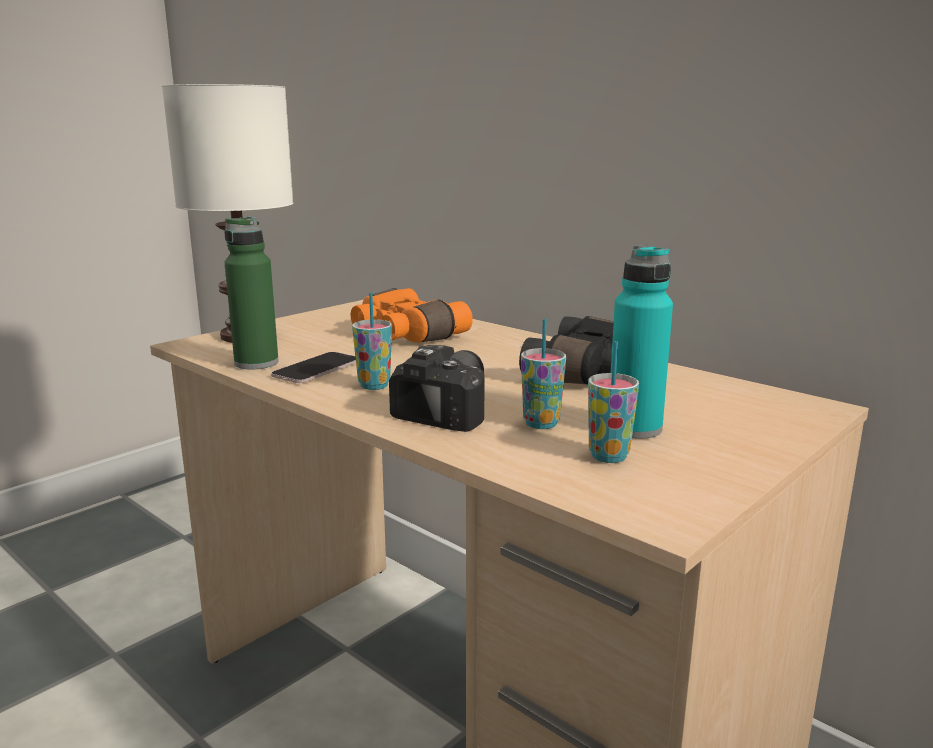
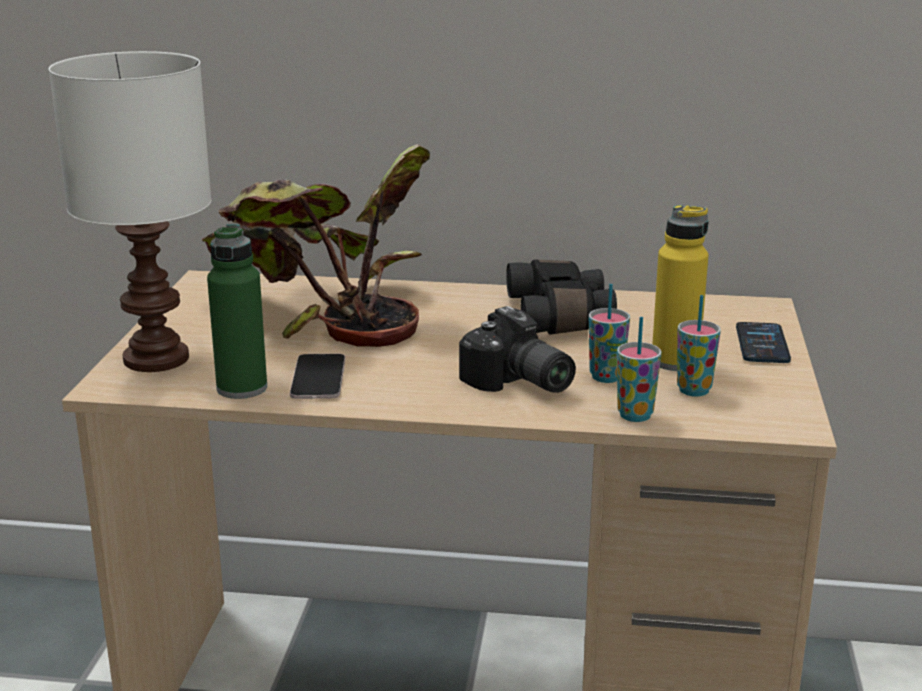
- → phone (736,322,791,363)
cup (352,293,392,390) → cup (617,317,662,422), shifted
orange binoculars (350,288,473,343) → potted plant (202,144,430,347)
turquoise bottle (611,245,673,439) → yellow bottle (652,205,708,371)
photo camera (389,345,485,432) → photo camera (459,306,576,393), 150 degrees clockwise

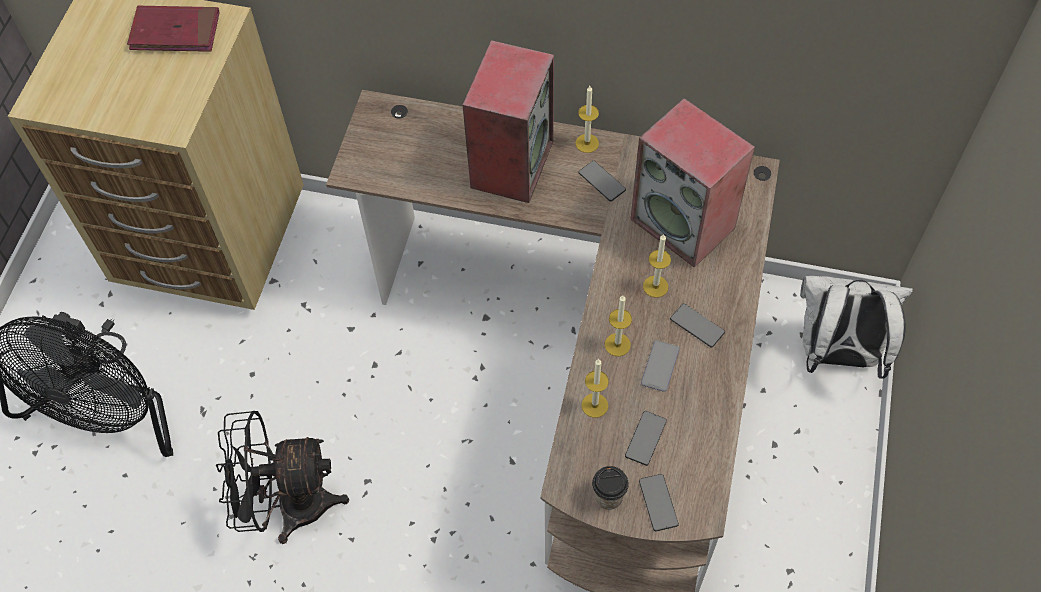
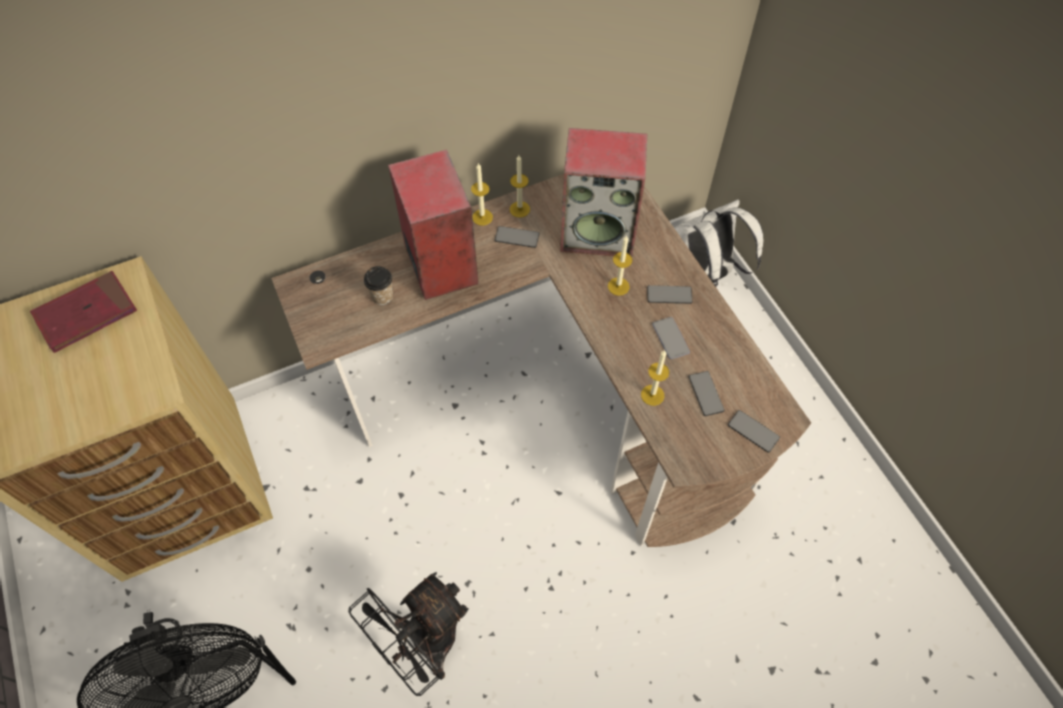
cup (592,466,629,510) → cup (364,266,393,305), shifted
candle (605,296,632,356) → candle (510,155,530,218), shifted

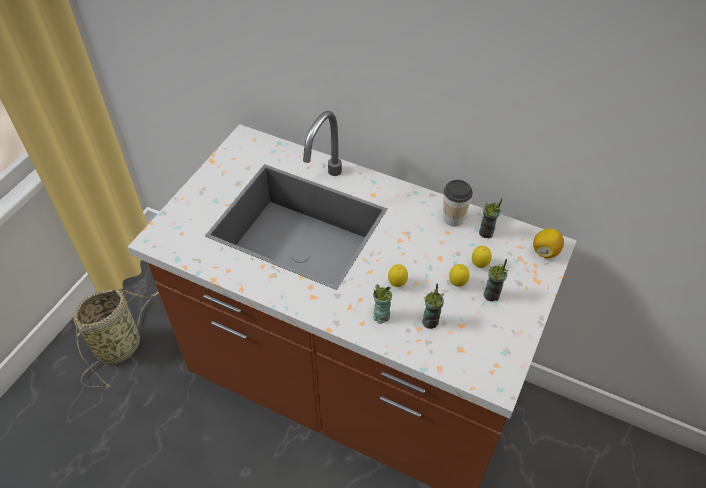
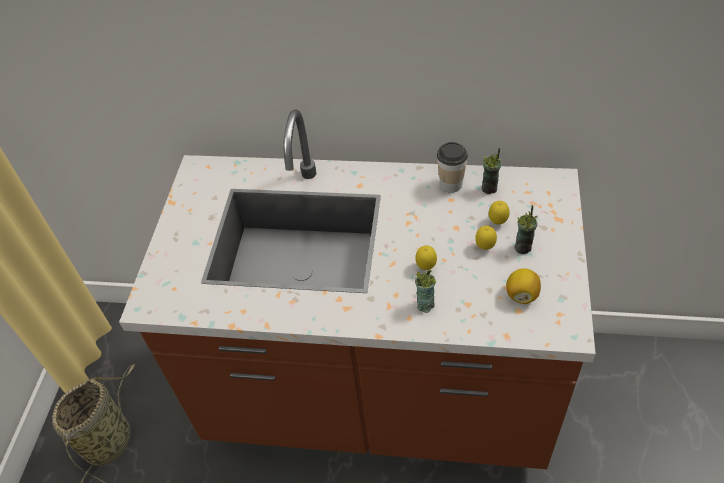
cup (422,284,444,329) → -
lemon (533,229,564,258) → lemon (506,268,541,304), shifted

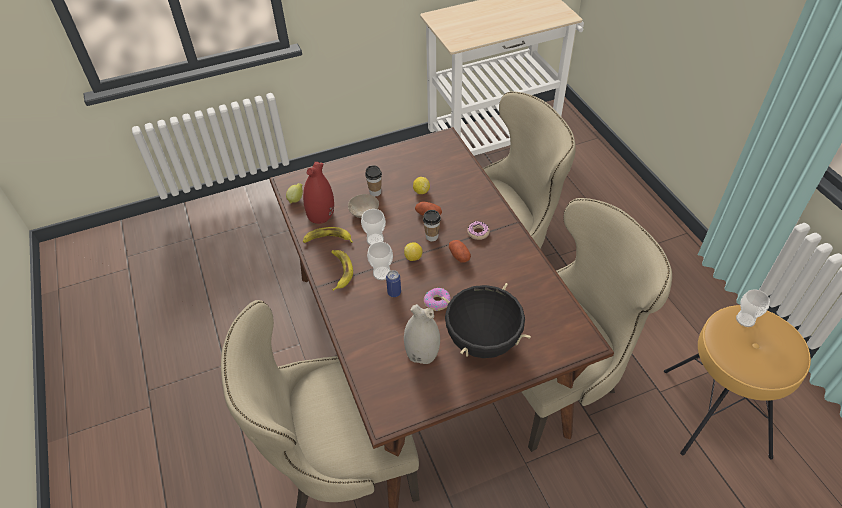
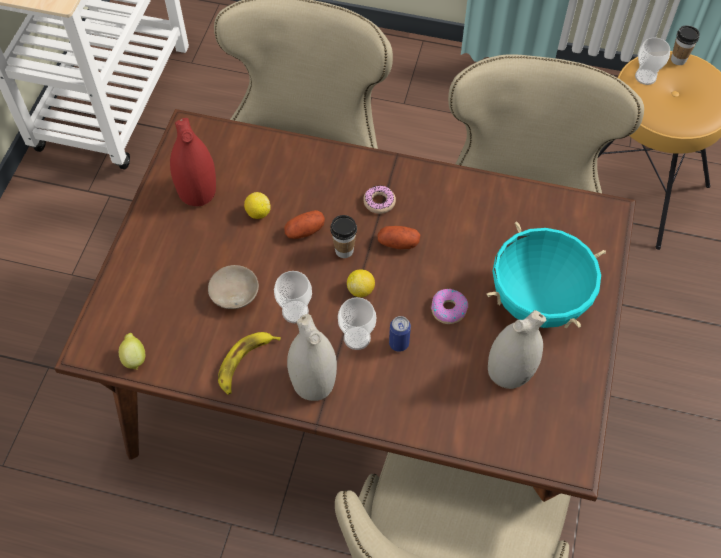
red vase (303,162,334,224) → red vase (170,118,216,206), shifted
cup (365,165,382,196) → cup (671,25,700,65), shifted
banana (332,250,353,291) → white vase (287,314,337,401)
black cooking pot (441,283,531,358) → turquoise cooking pot (487,221,606,328)

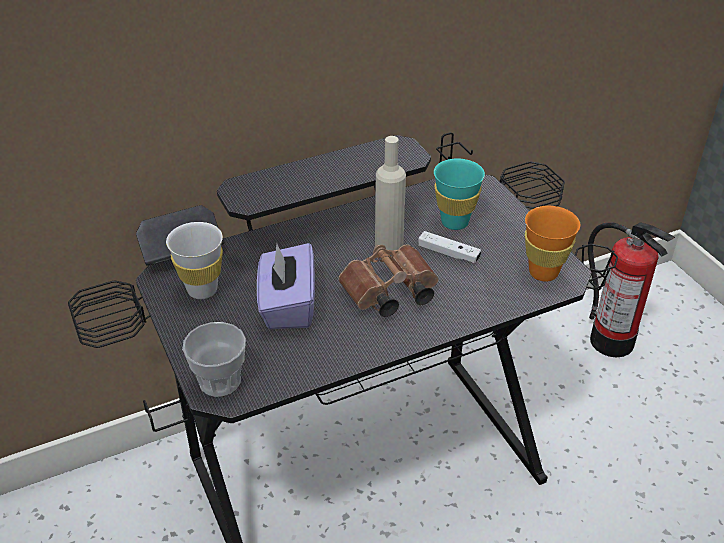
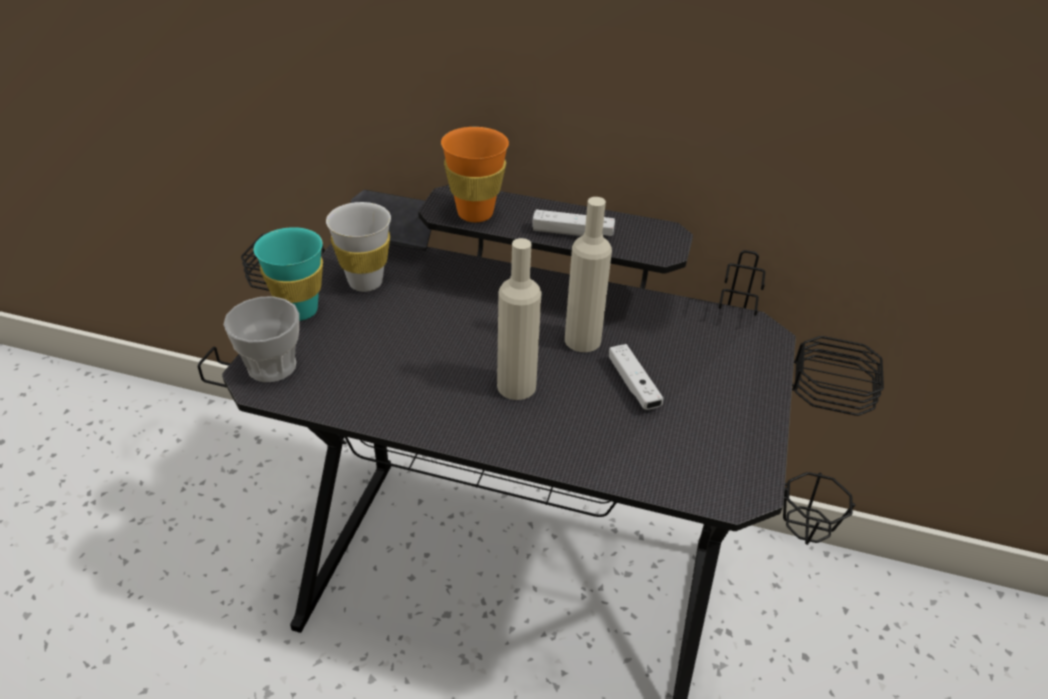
purple tissue box (257,243,315,329) → -
fire extinguisher (588,222,675,357) → -
- → white game controller (533,210,615,236)
turquoise cup (434,159,485,230) → turquoise cup (254,227,323,321), shifted
orange cup (525,206,580,282) → orange cup (441,127,509,222), shifted
brown binoculars (338,244,438,317) → beige bottle (497,238,542,400)

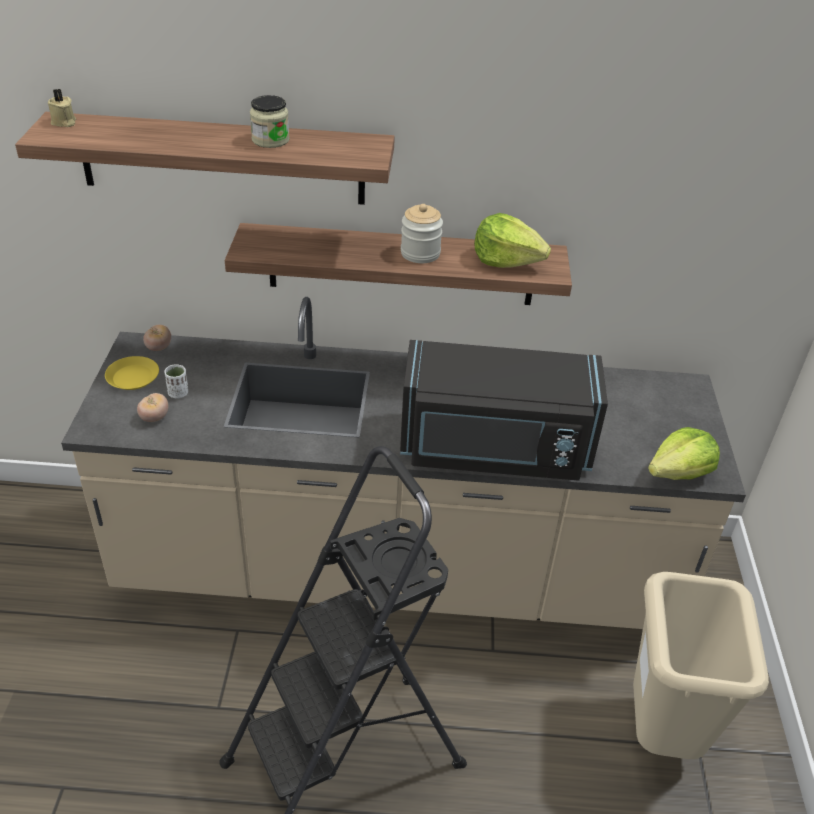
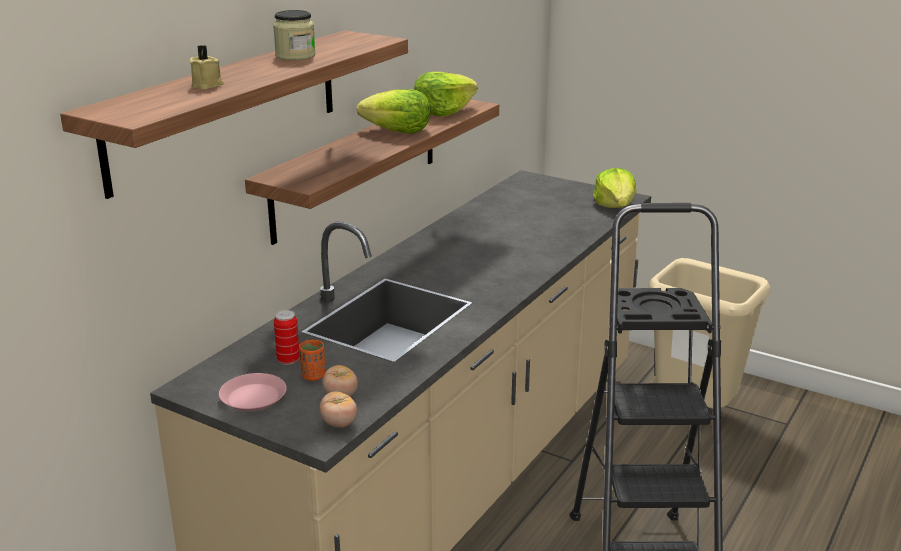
black microwave (400,340,608,481) → -
- → can (274,310,300,365)
beige candle (48,89,76,127) → beige candle (190,45,224,89), shifted
tomato (143,325,171,351) → tomato (320,391,357,428), shifted
jar (401,204,443,263) → lettuce (357,89,430,134)
yellow plate (105,356,159,390) → pink plate (219,373,287,411)
white cup (164,364,188,399) → orange cup (299,340,326,381)

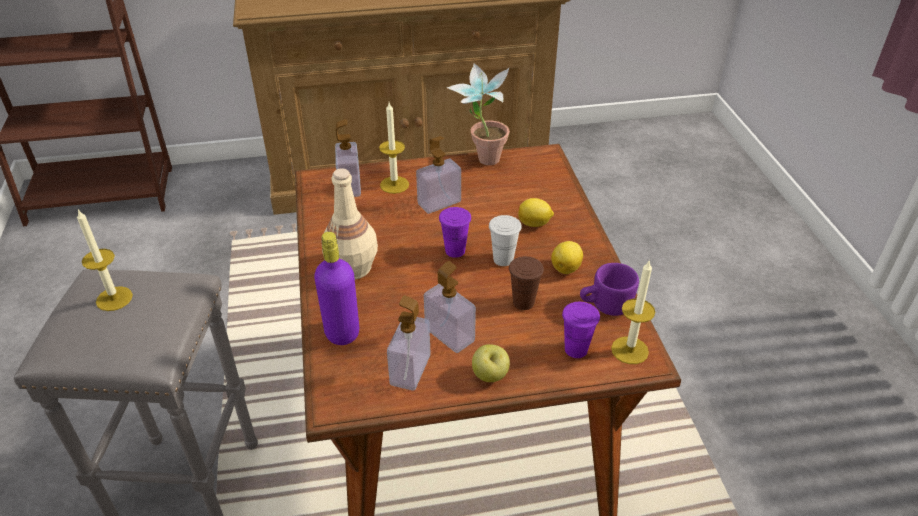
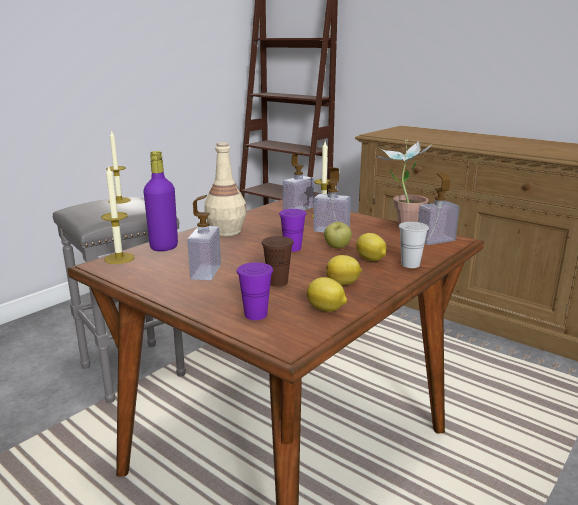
soap dispenser (387,295,430,391) → soap dispenser (418,173,460,245), shifted
apple (472,344,510,382) → apple (324,222,352,249), shifted
white cup (489,215,522,266) → white cup (399,222,429,268), shifted
candle (611,261,655,364) → candle (101,165,134,264), shifted
purple mug (580,263,639,316) → lemon (307,277,347,312)

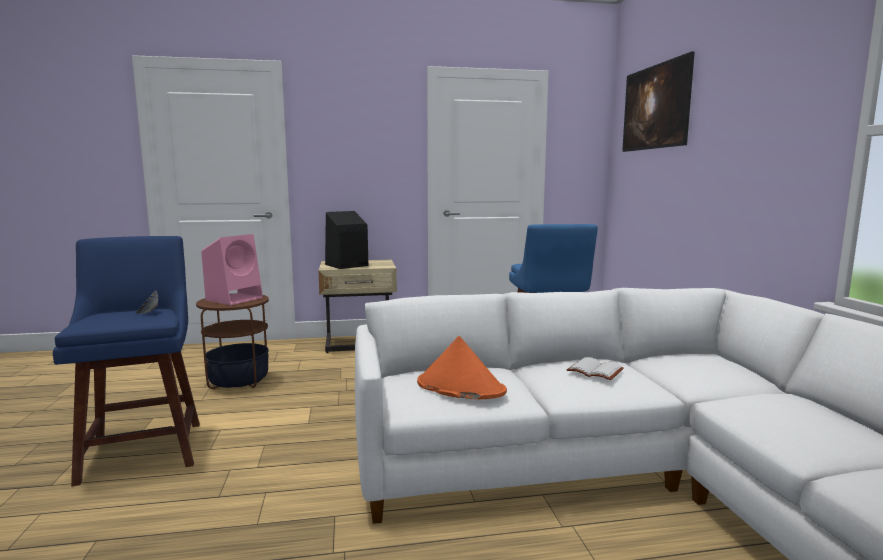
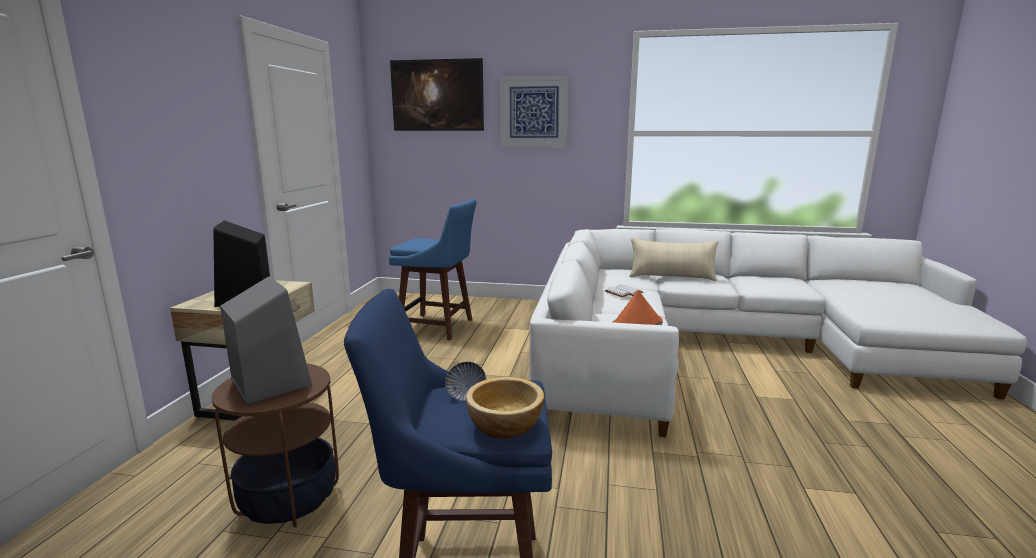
- → bowl (466,377,544,439)
- → picture (500,75,569,147)
- → beige pillow (630,238,719,281)
pink speaker (201,234,263,305) → grey speaker (220,276,312,404)

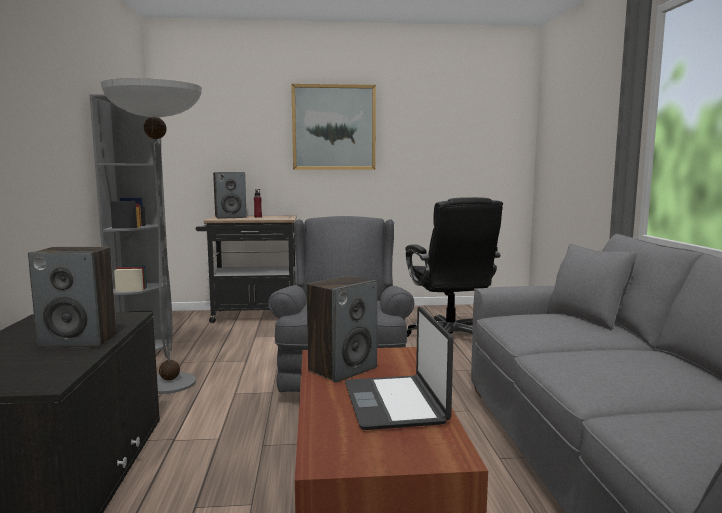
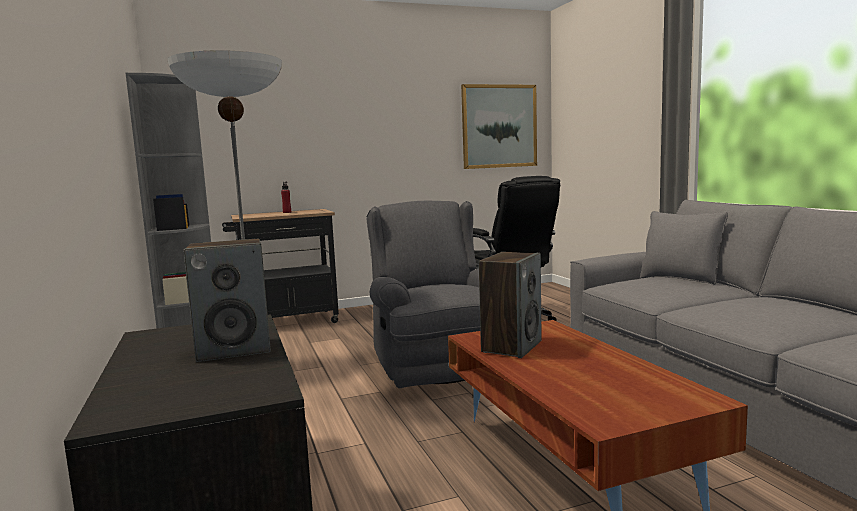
speaker (213,172,247,219) → -
laptop (345,307,453,430) → -
picture (291,84,376,170) → picture (461,84,537,169), shifted

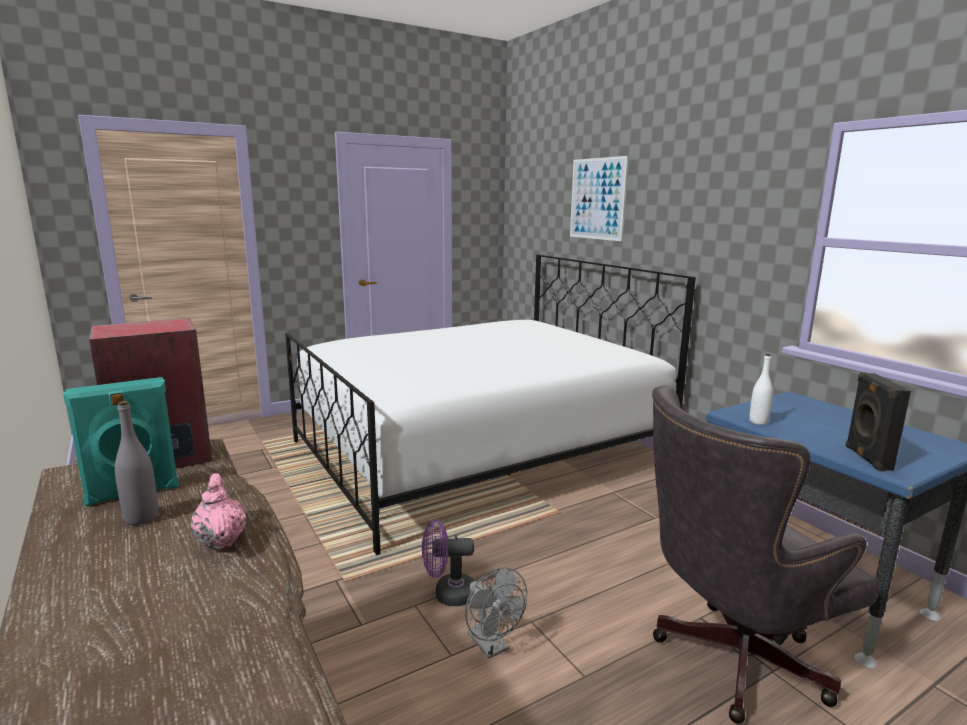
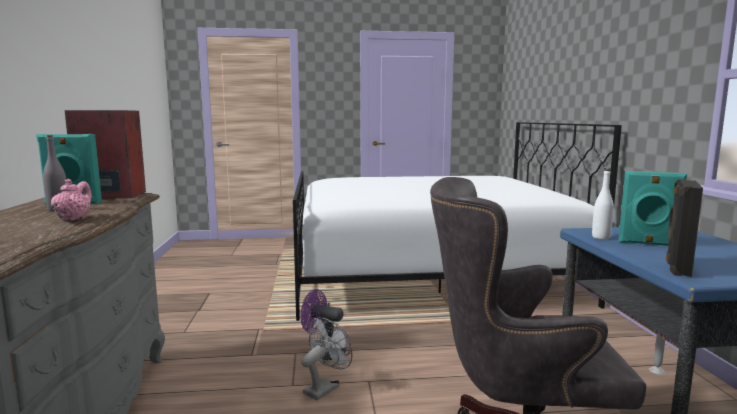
picture (570,156,629,241) → -
- → turquoise speaker (619,171,687,246)
grey fan (465,568,527,659) → grey fan (301,317,352,400), 135 degrees counterclockwise

